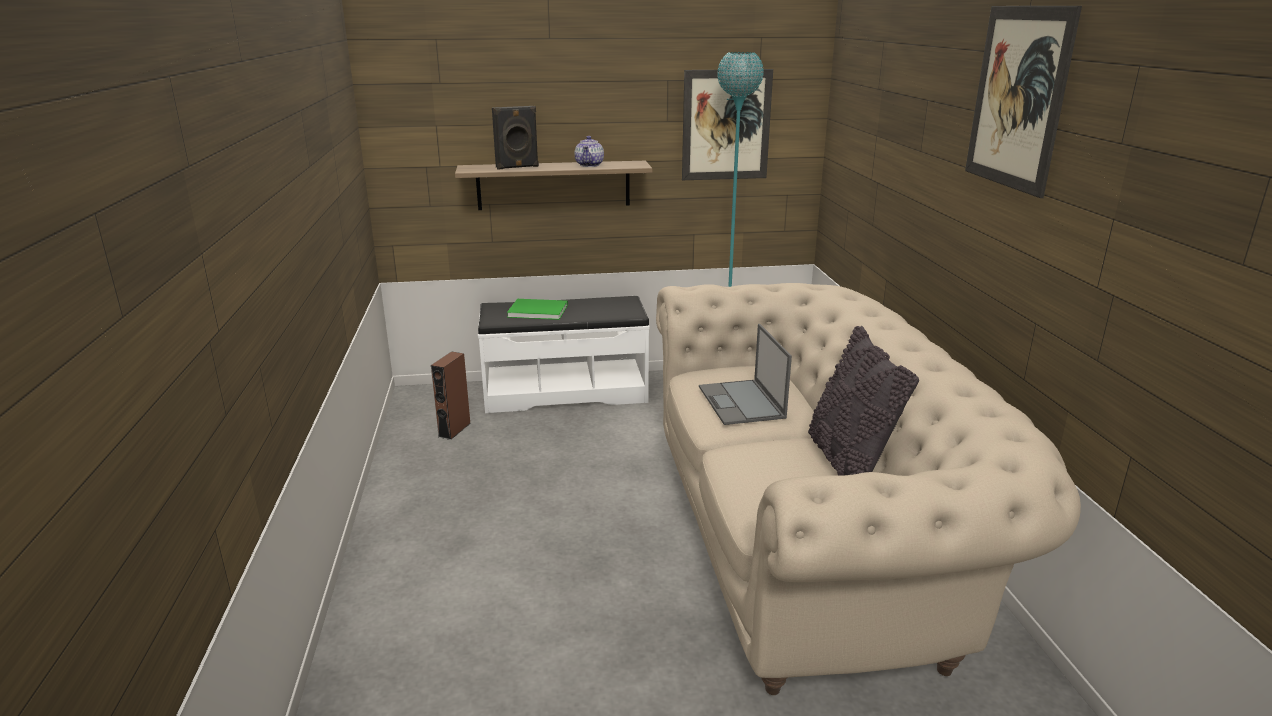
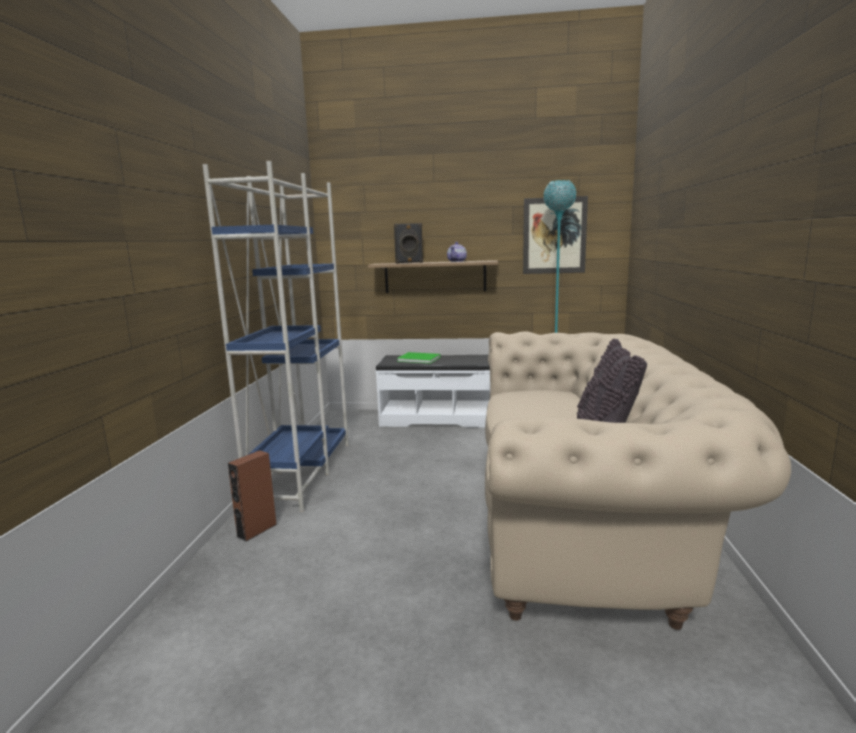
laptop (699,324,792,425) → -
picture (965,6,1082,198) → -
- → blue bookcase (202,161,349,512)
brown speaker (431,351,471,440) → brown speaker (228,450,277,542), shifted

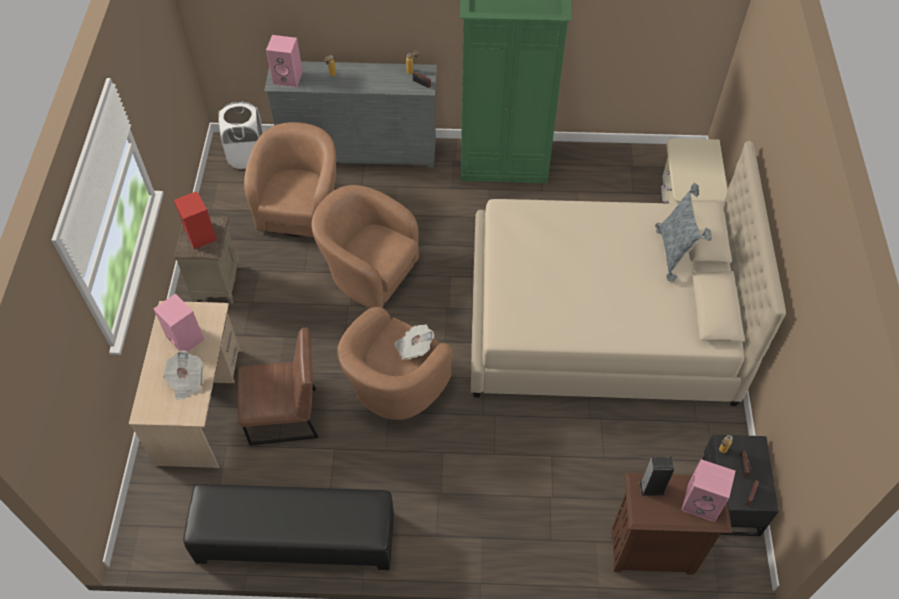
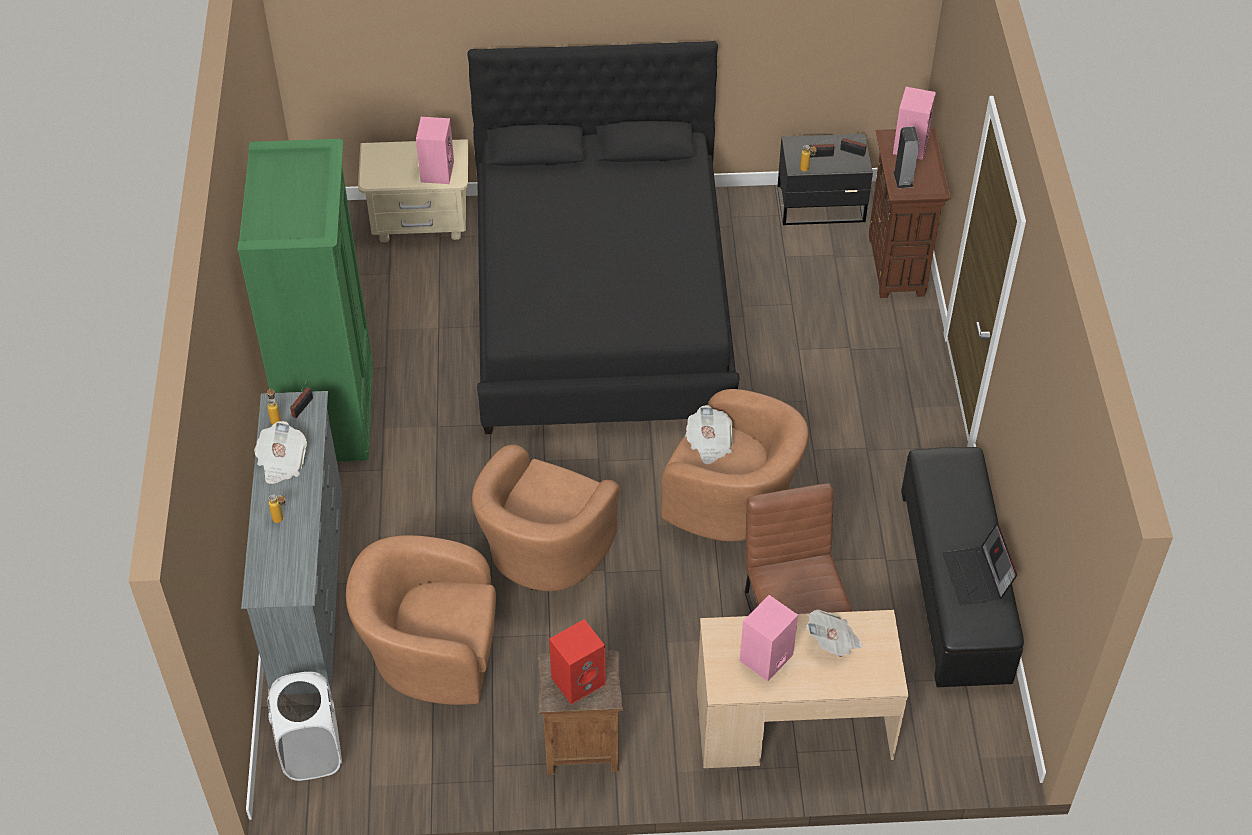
pillow (655,183,712,282) → -
- → newspaper (254,421,307,484)
- → laptop (942,523,1017,606)
pink speaker (266,35,303,87) → pink speaker (416,117,454,184), shifted
beige bed (471,141,786,406) → black bed (468,41,740,434)

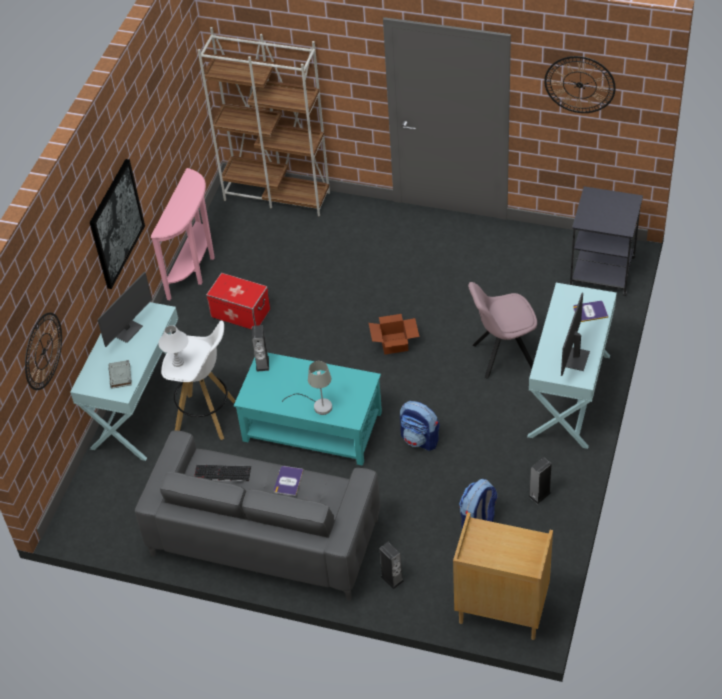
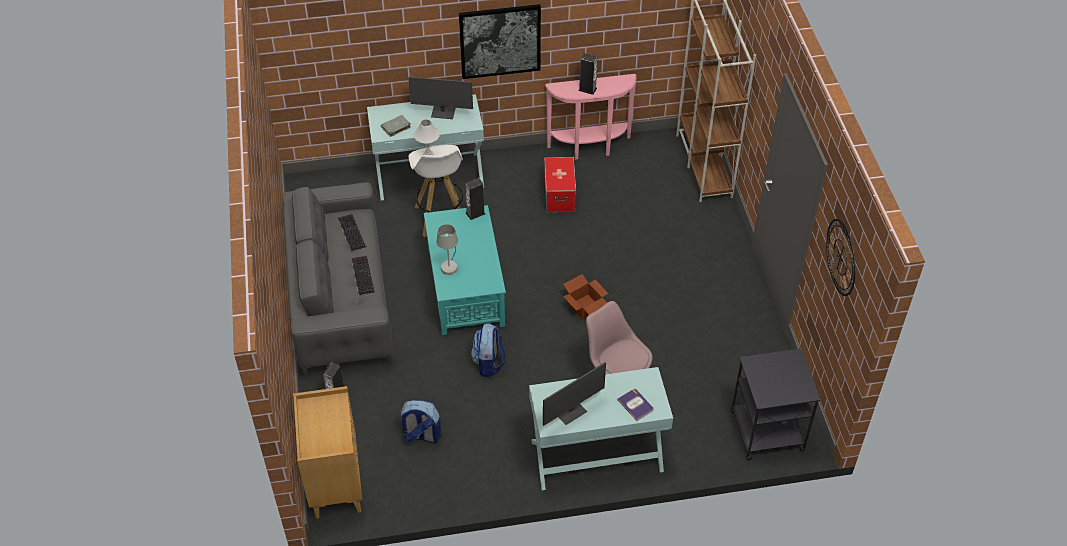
wall clock (25,312,62,390) → -
speaker (528,457,552,504) → speaker (578,53,597,95), shifted
book (274,466,304,496) → keyboard (352,256,375,295)
monitor (561,293,590,376) → monitor (543,362,606,426), 150 degrees clockwise

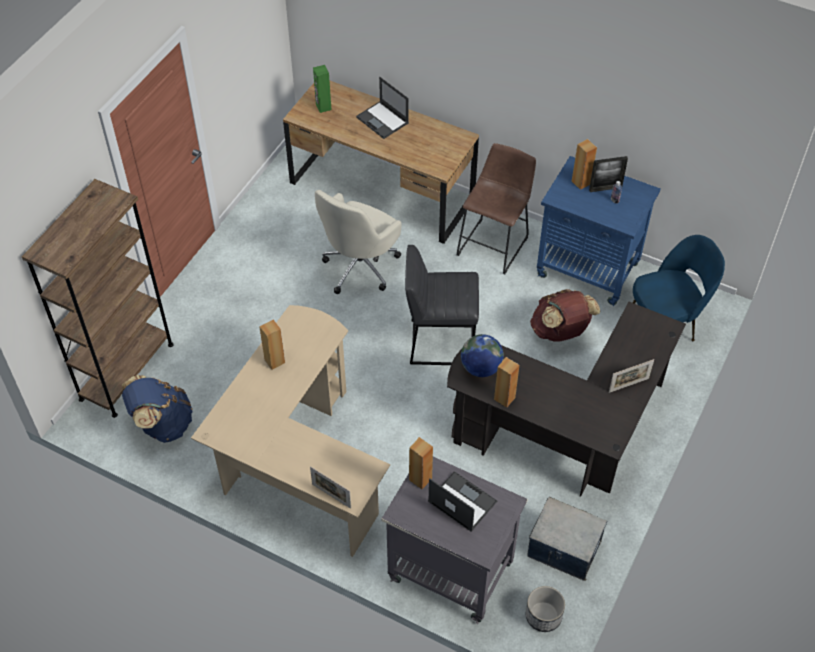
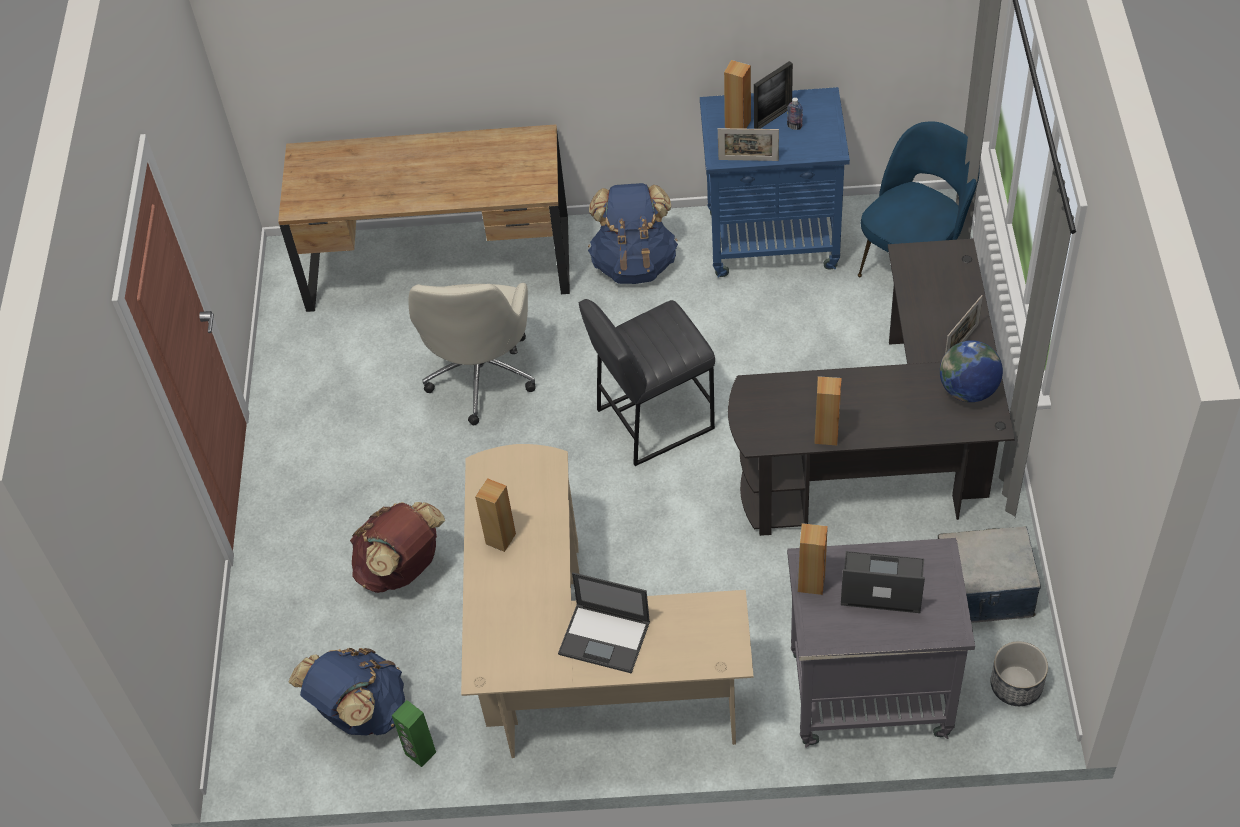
brown bookcase (22,179,174,418) → -
picture frame (310,466,351,509) → picture frame (718,128,779,161), shifted
green speaker (313,65,331,113) → green speaker (392,700,436,767), shifted
laptop (356,77,409,139) → laptop (558,573,650,673), shifted
globe (461,334,504,377) → globe (940,340,1003,402), shifted
brown backpack (530,289,600,341) → brown backpack (350,502,445,593), shifted
brown stool (457,143,536,274) → blue backpack (588,183,678,284)

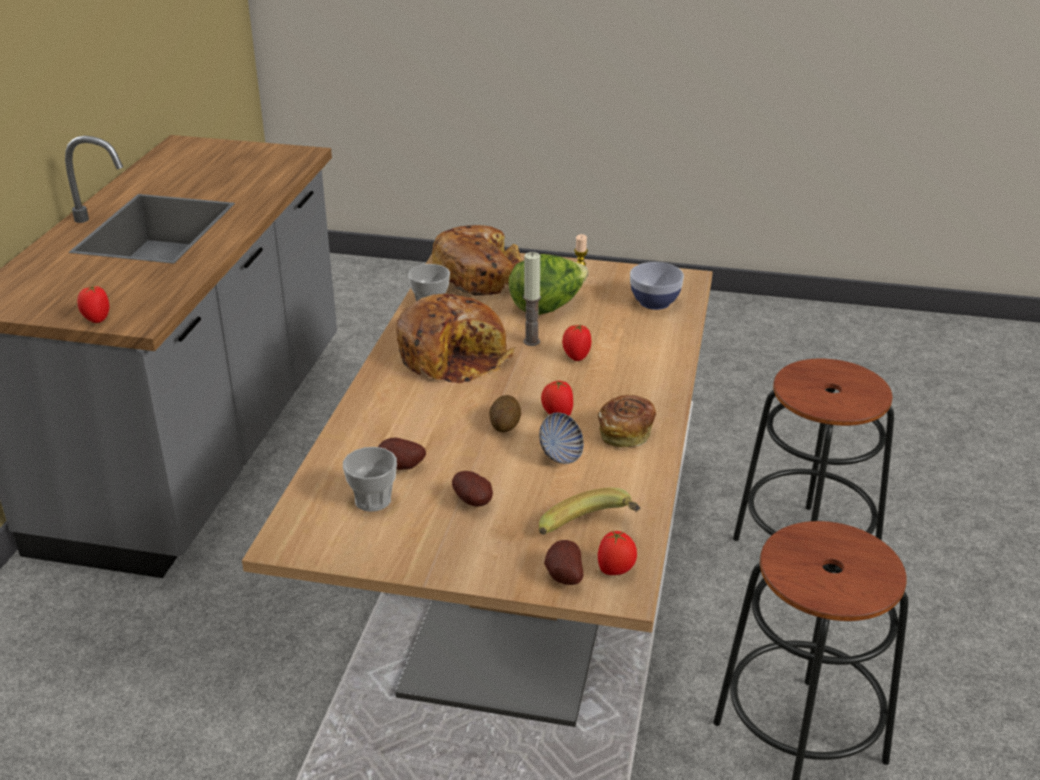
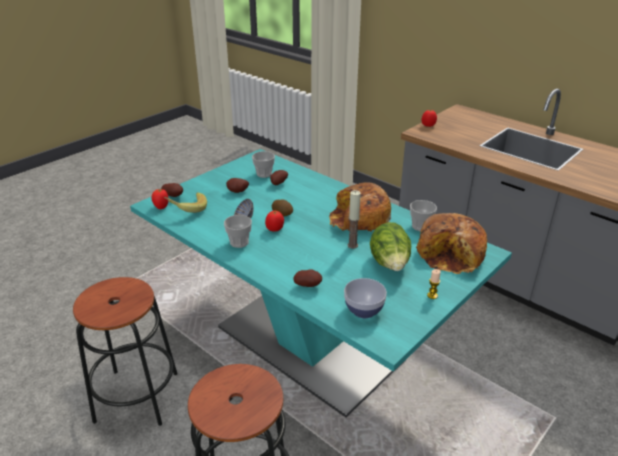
tomato (562,324,591,361) → -
- → potato (293,270,322,287)
bread (598,395,656,447) → cup (224,215,252,248)
brown dining table (242,253,713,727) → turquoise dining table (130,149,512,417)

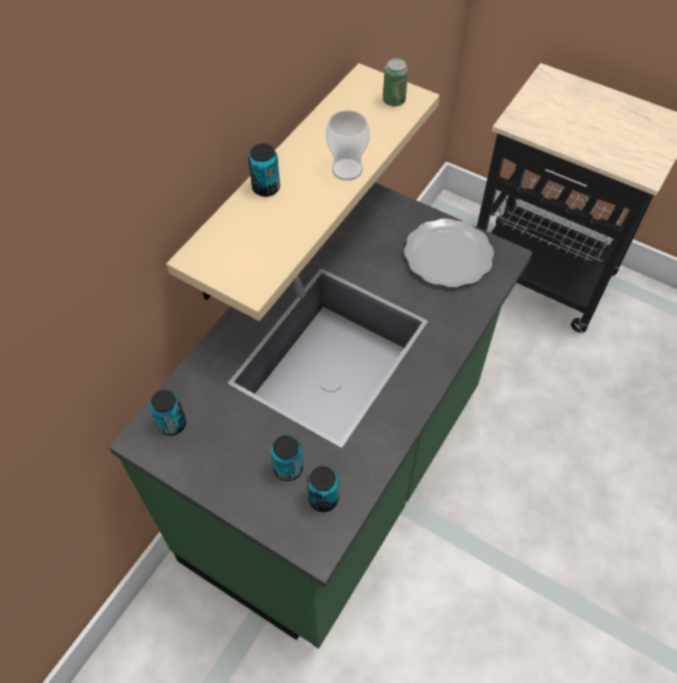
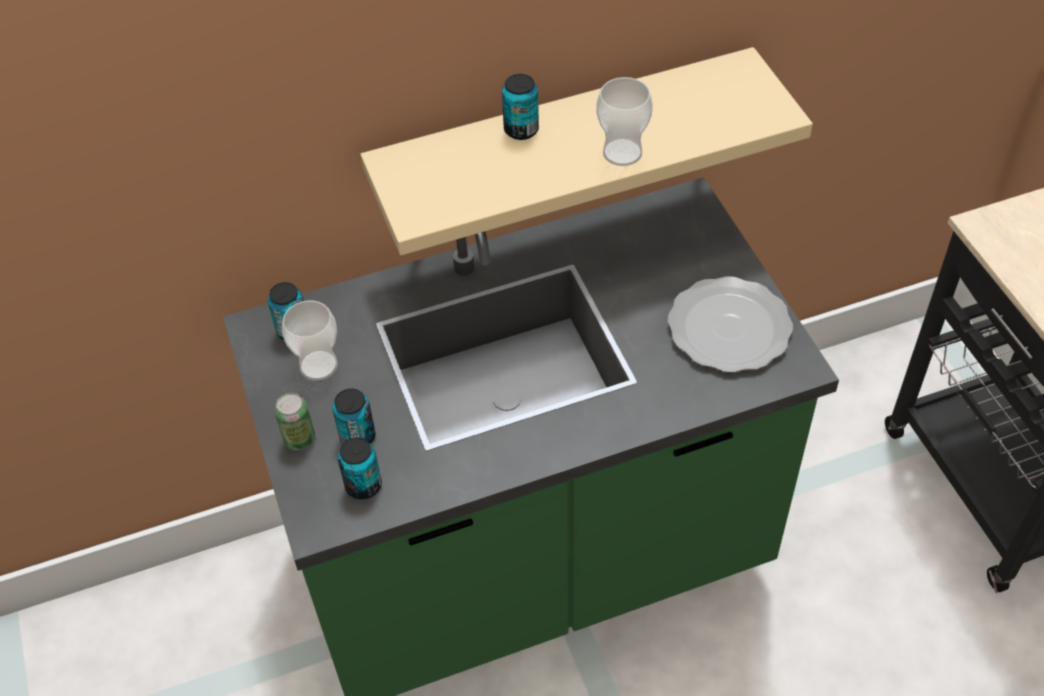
- → cup (282,300,338,381)
can (383,58,408,107) → can (274,393,315,450), shifted

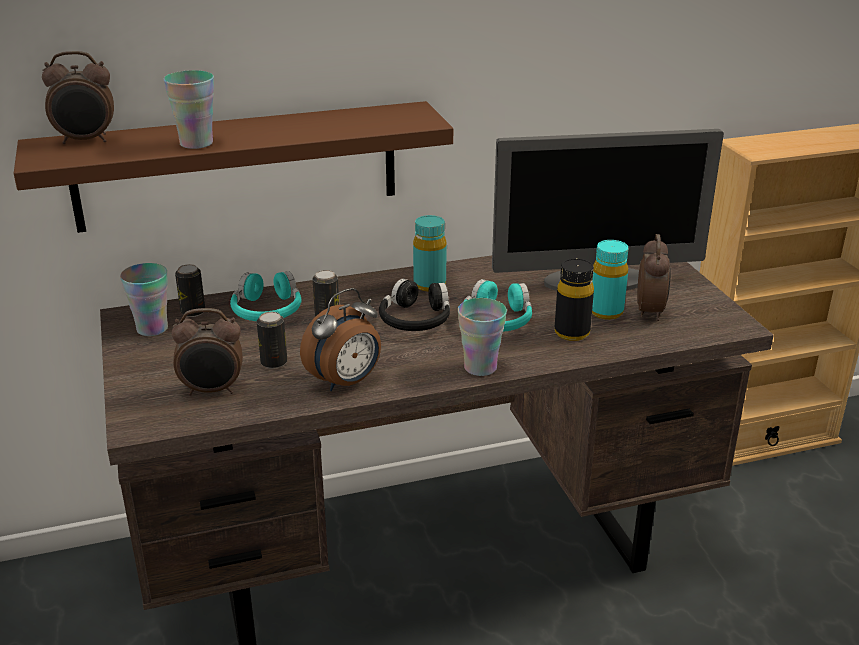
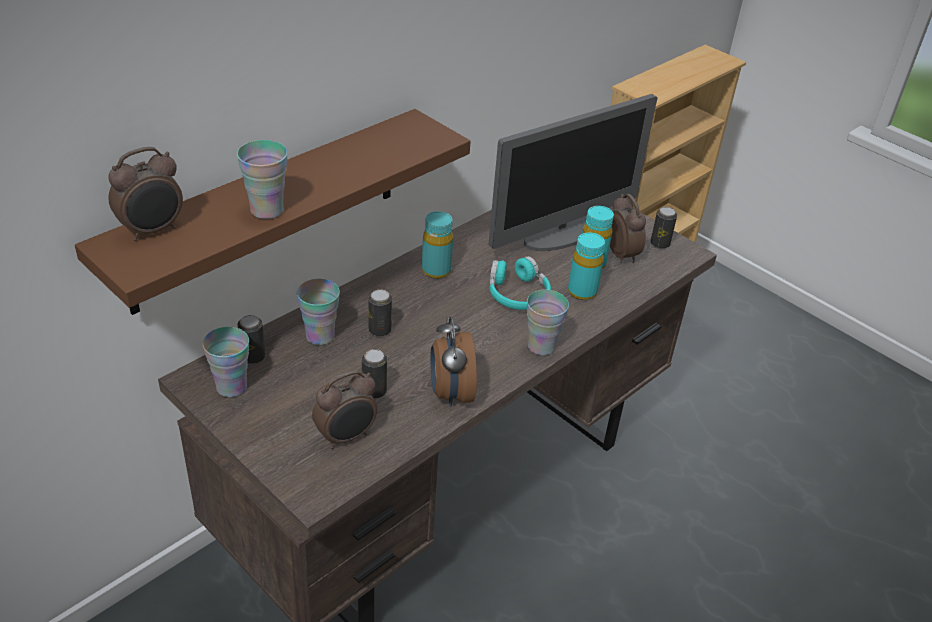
black headphones (379,279,450,331) → -
- → can (650,207,677,249)
turquoise headphones (230,271,301,321) → cup (297,279,340,345)
black bottle (555,258,594,341) → turquoise bottle (568,232,605,300)
alarm clock (300,288,381,391) → alarm clock (430,316,477,407), 150 degrees clockwise

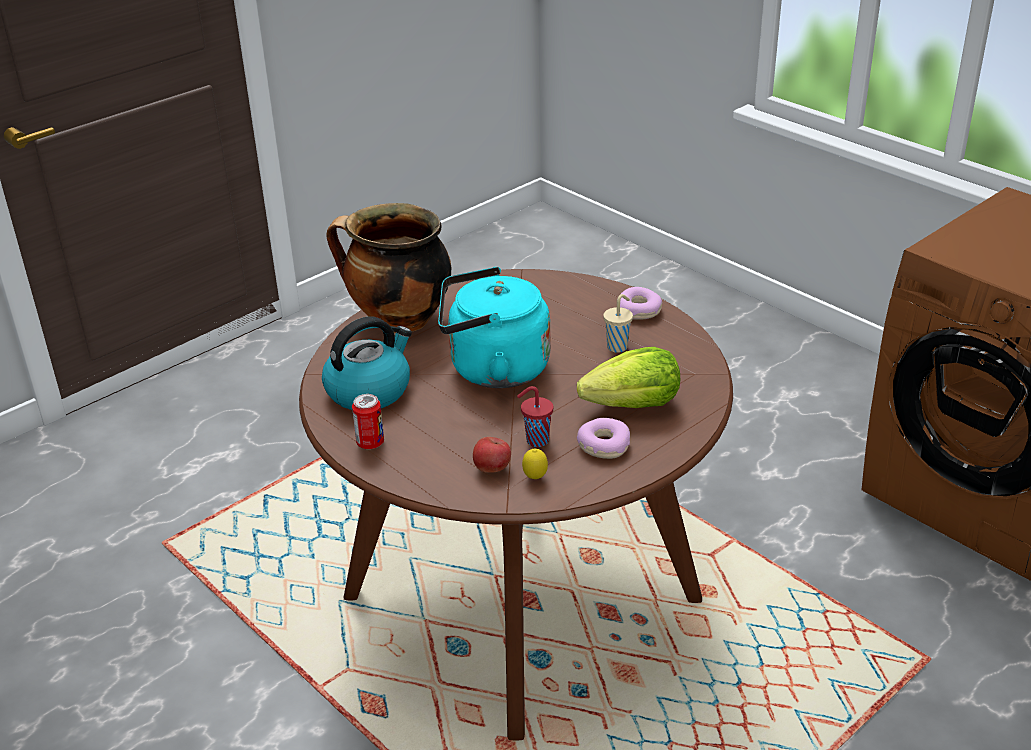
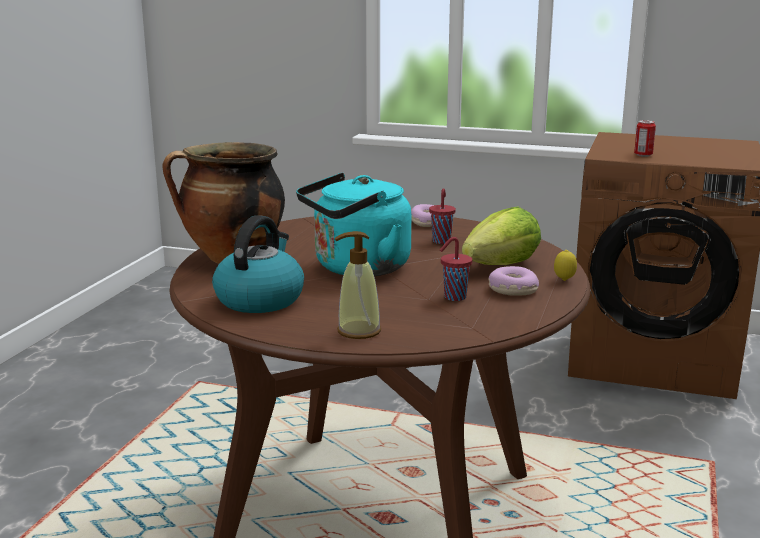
apple (473,437,511,473) → -
- → soap dispenser (335,231,381,339)
can (352,394,384,449) → can (634,120,656,157), shifted
lemon (522,449,548,479) → lemon (554,250,577,281), shifted
beige cup (603,294,633,353) → red cup (429,188,456,244)

